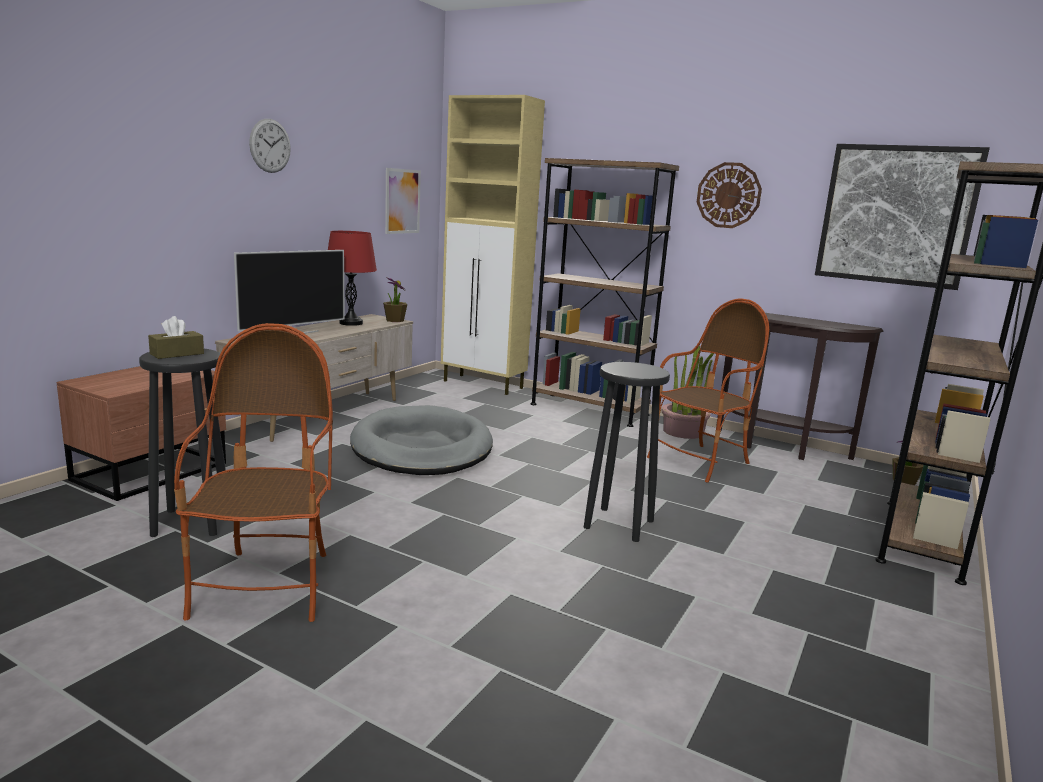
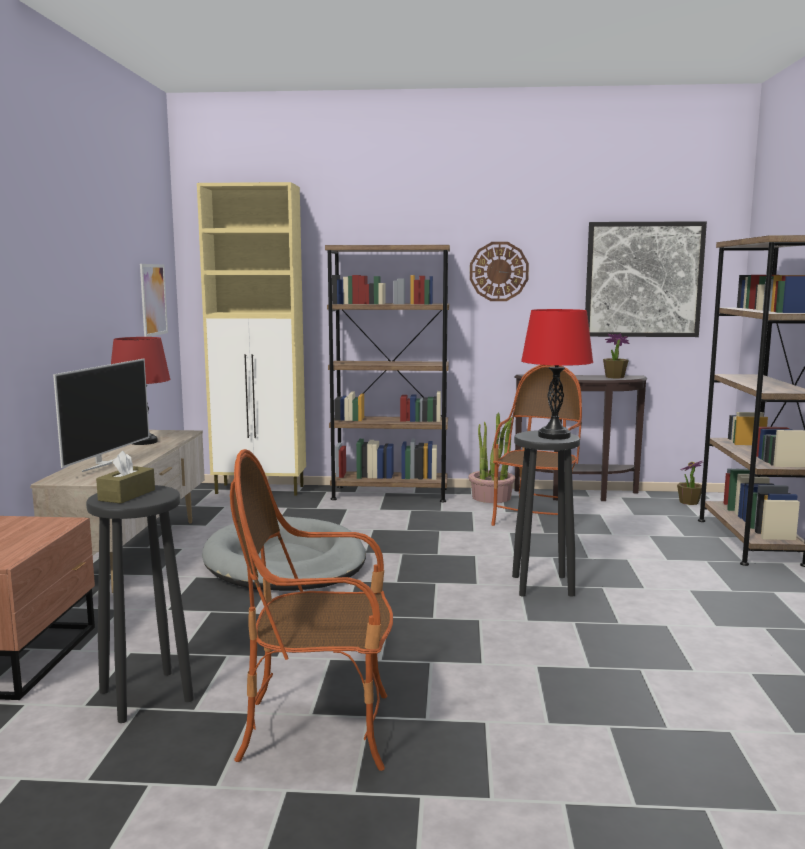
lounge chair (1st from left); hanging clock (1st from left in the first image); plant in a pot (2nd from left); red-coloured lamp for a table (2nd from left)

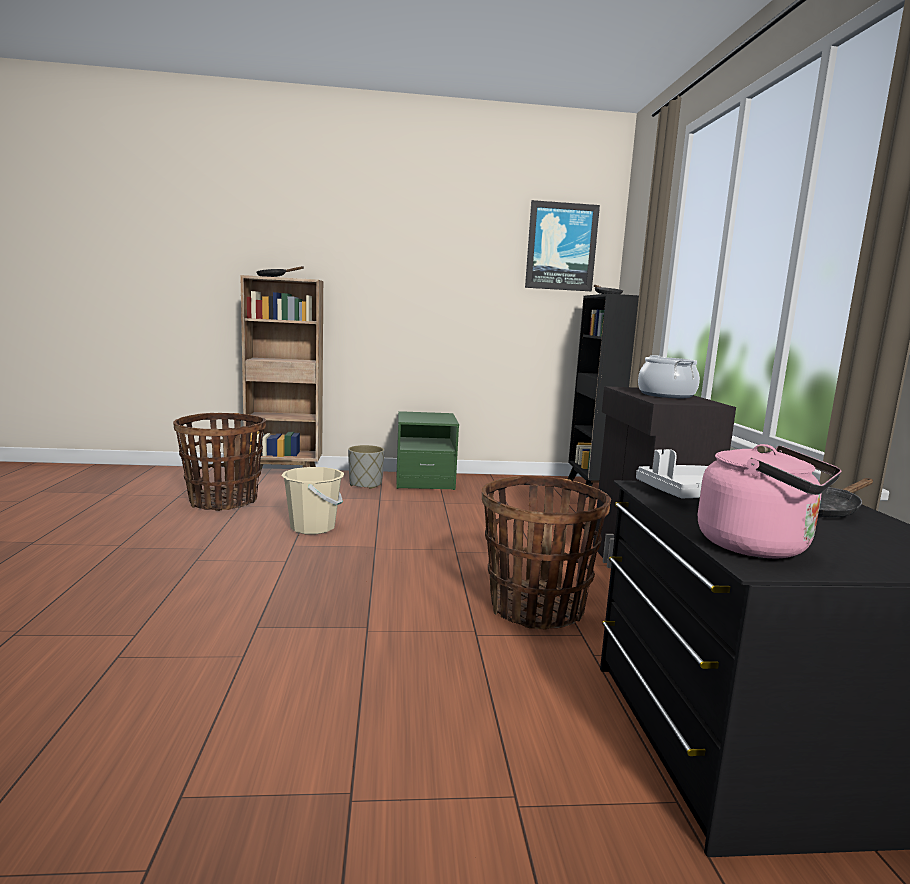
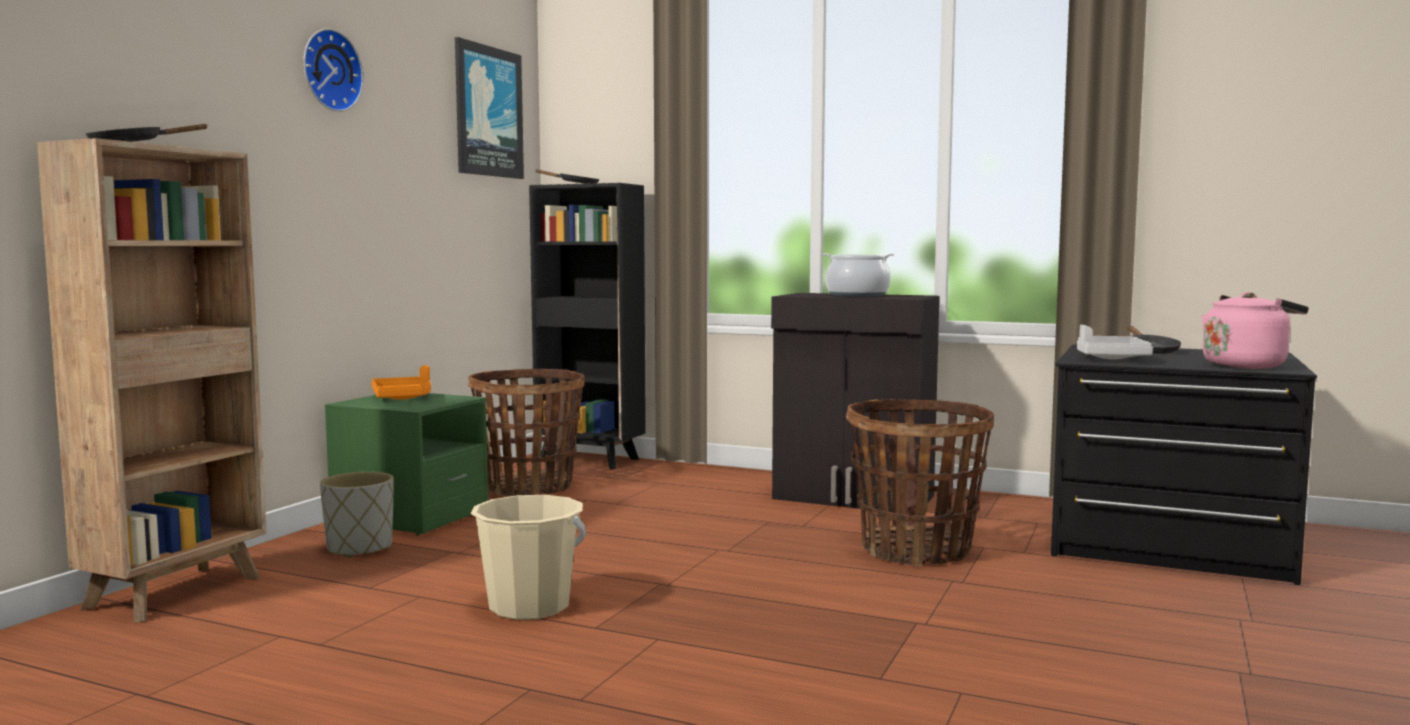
storage basket (1st from left); hanging clock; orange tray

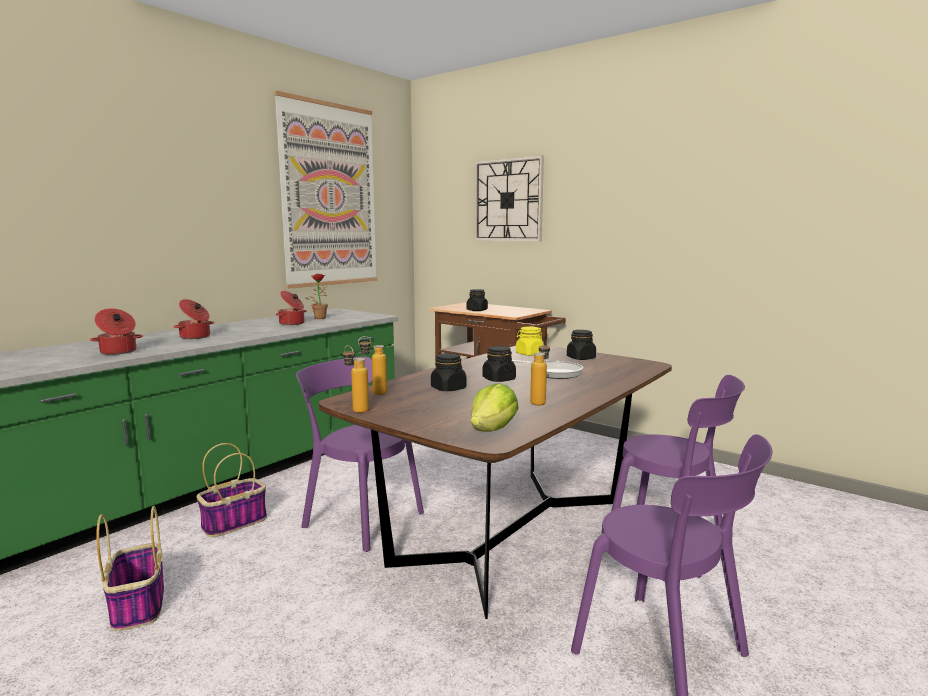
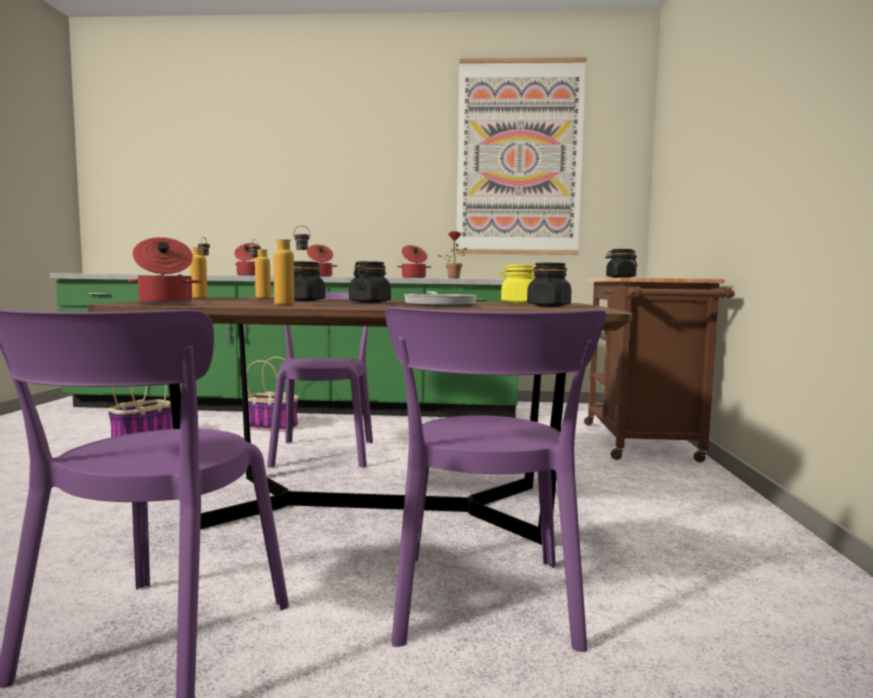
saucepot (1st from left); hanging clock

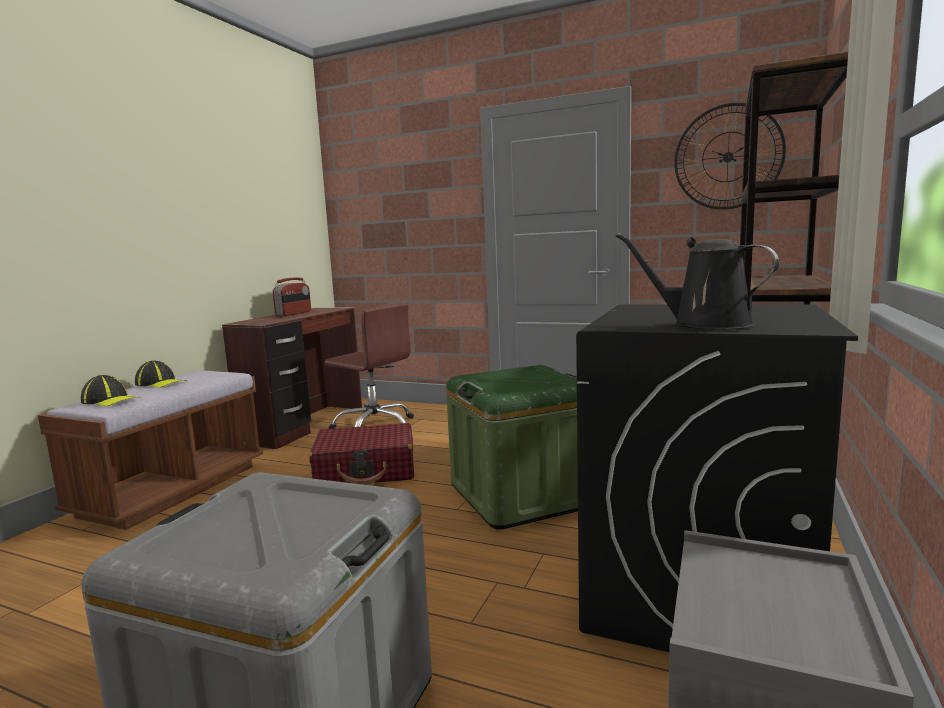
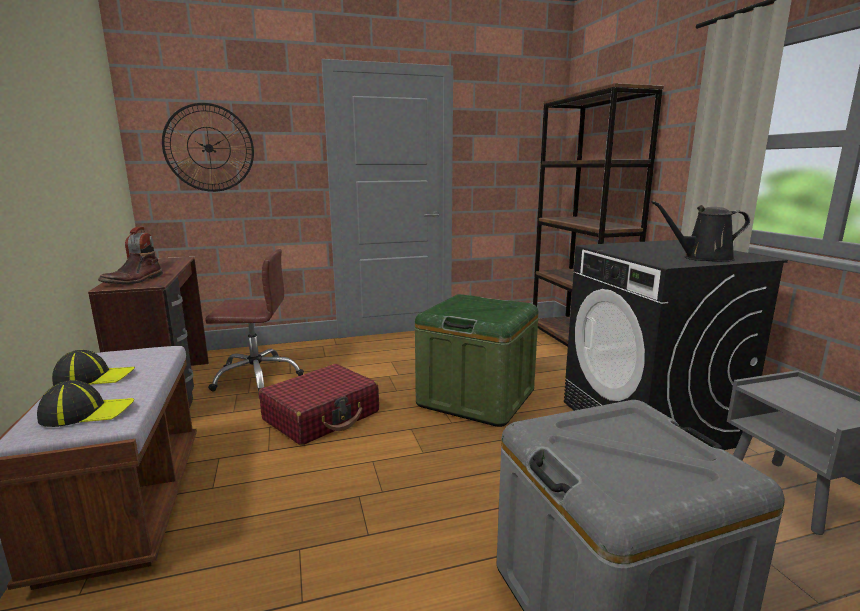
hanging clock; brown-coloured boot

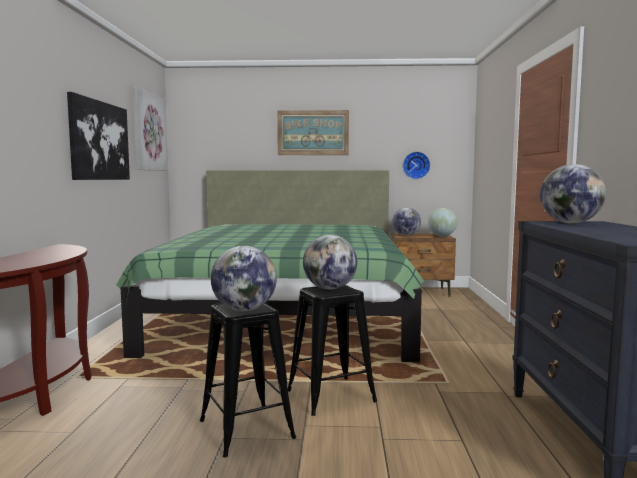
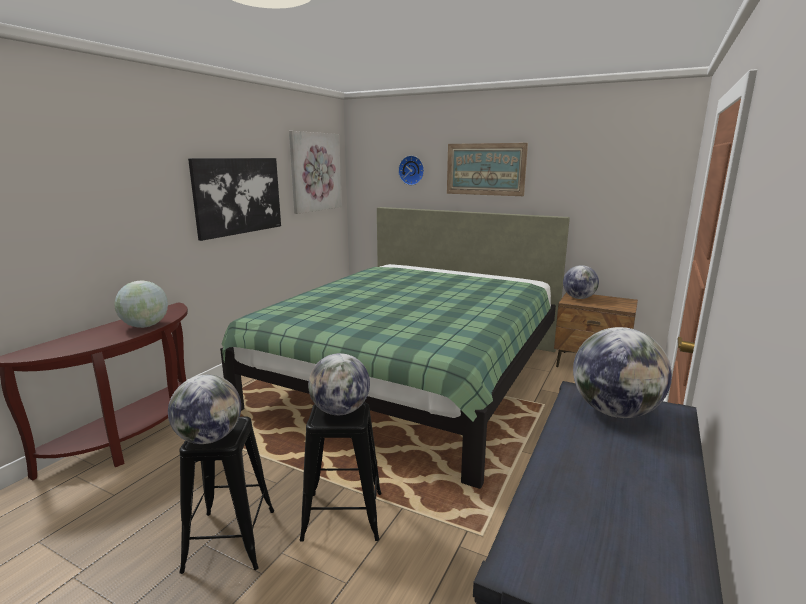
hanging clock; desk globe (1st from left)

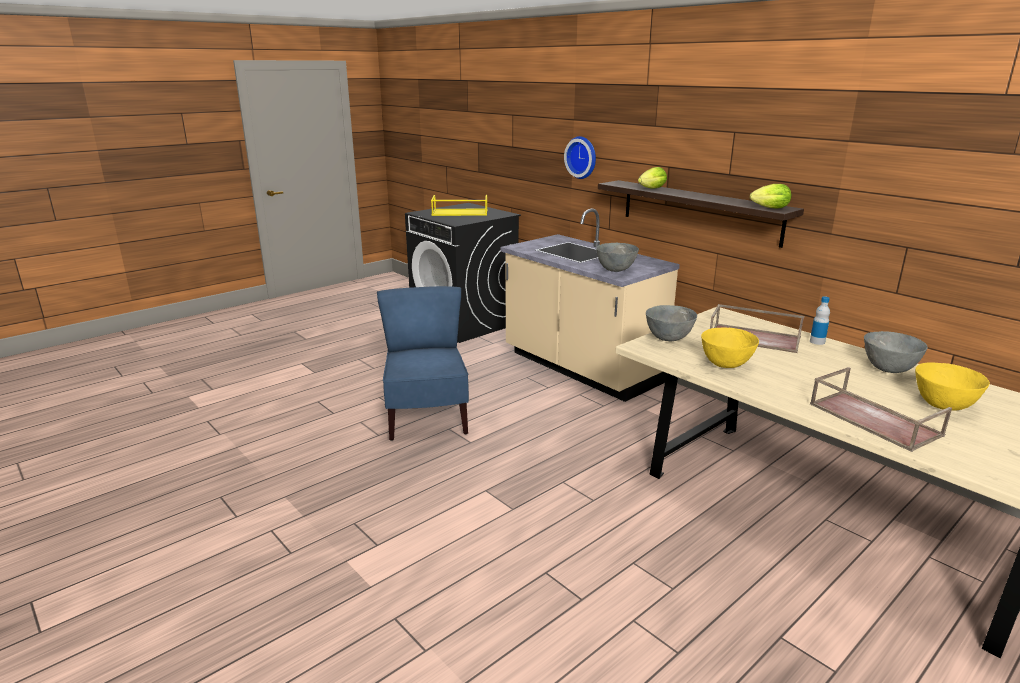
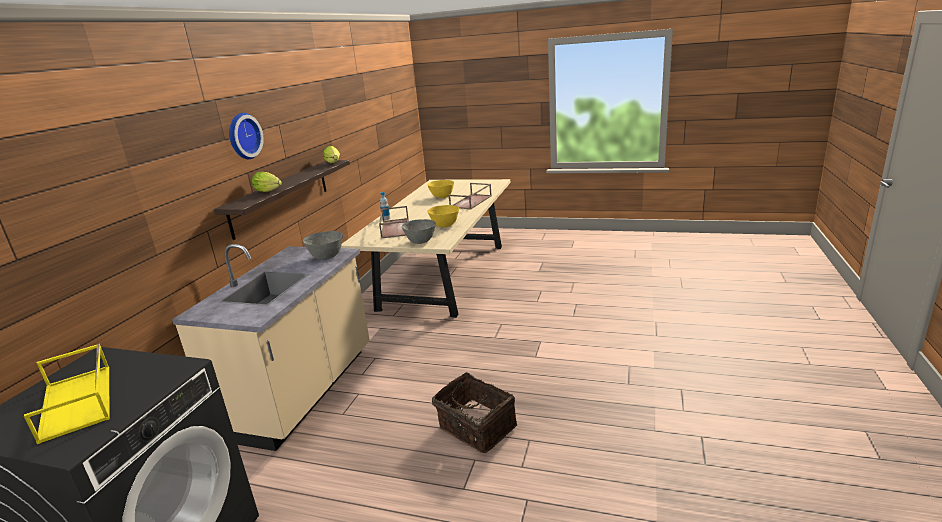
storage basket; hanging clock; gray bowl (3rd from left in the first image)

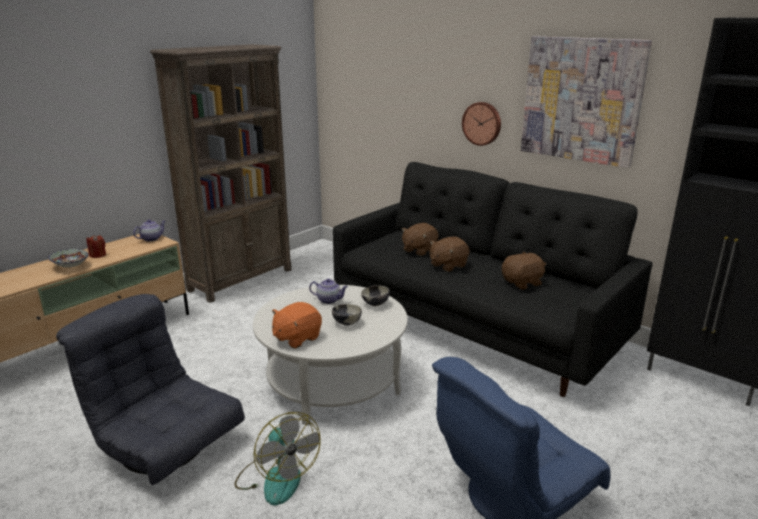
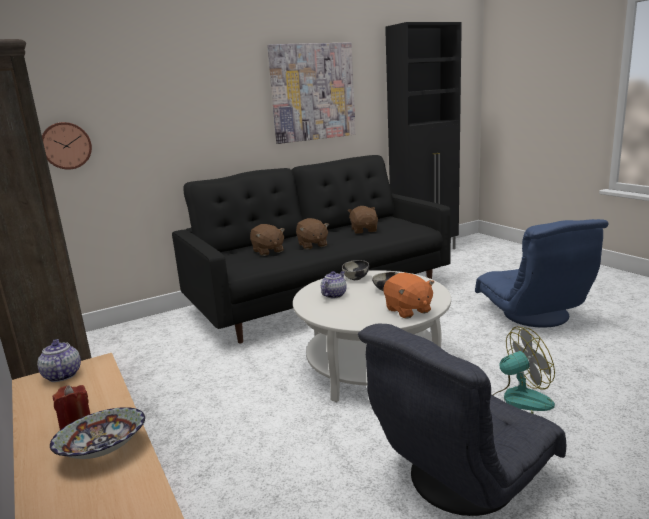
hanging clock

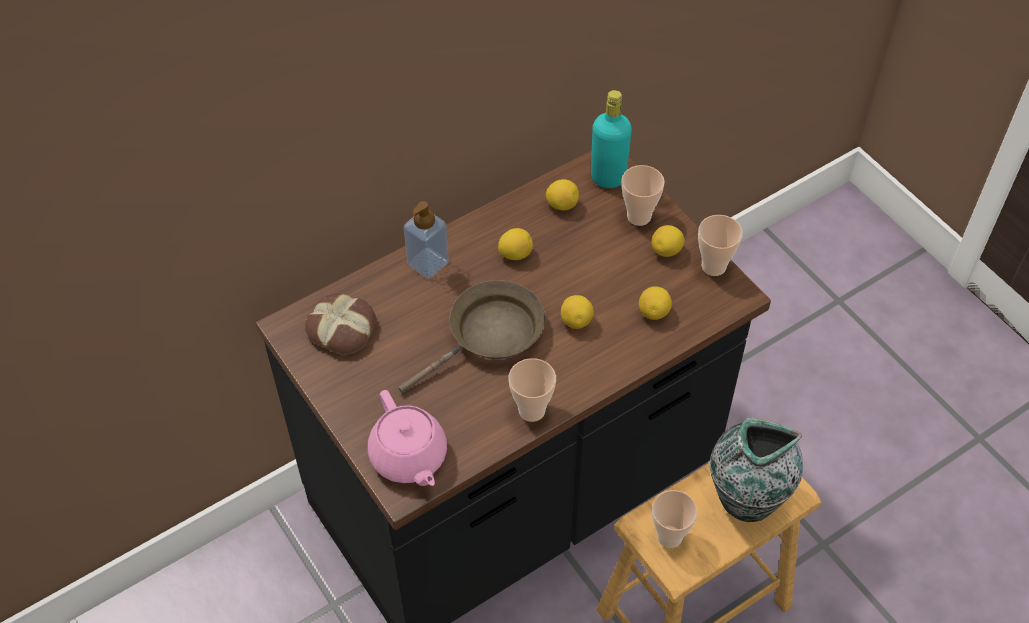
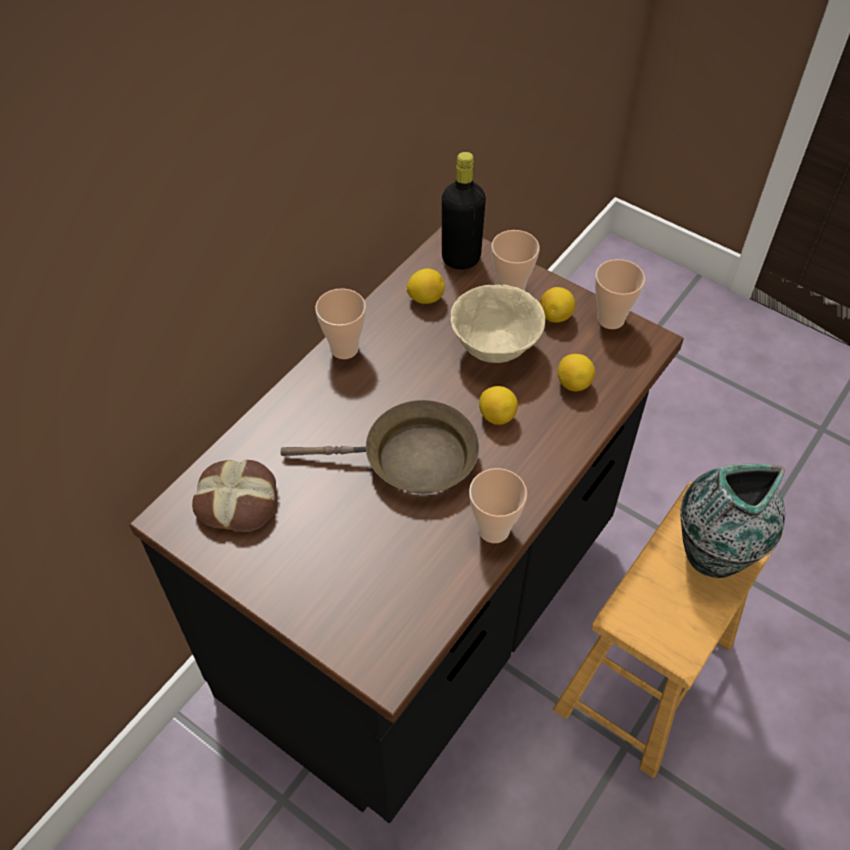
pinkish tea pot; brown-coloured pan; soap bottle; lemon (1st from left in the first image); black-coloured drink bottle; cup (1st from left); beige bowl

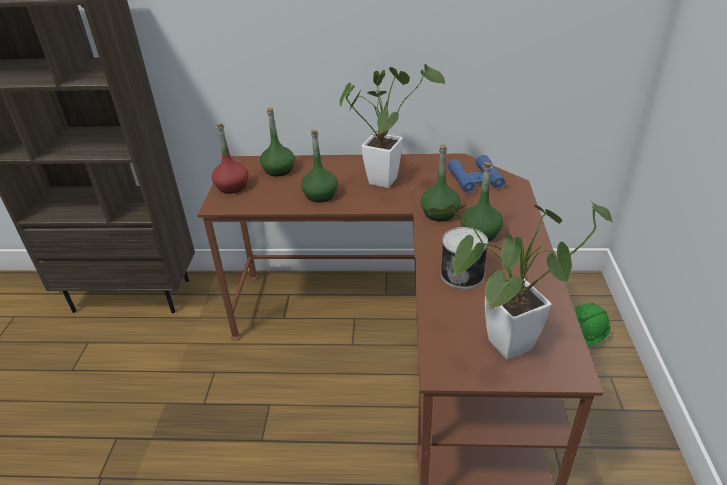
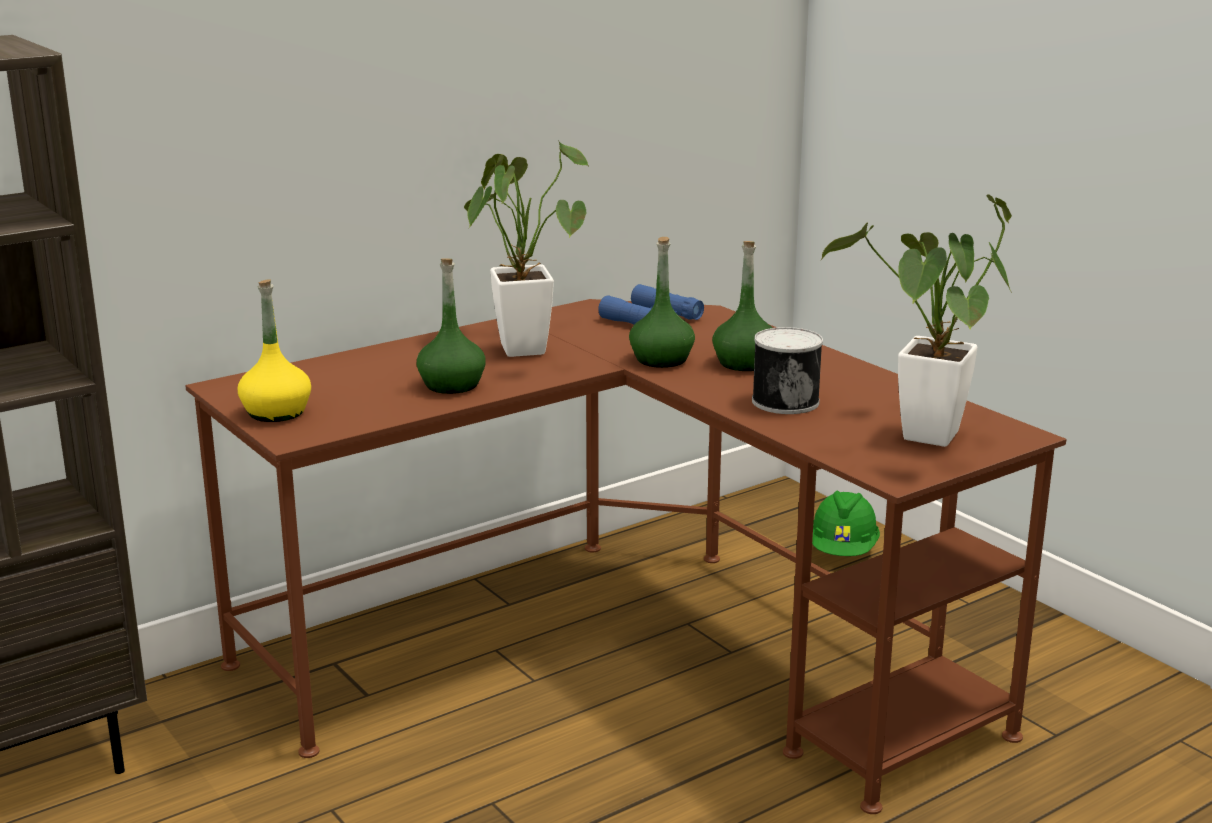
yellow-coloured drink bottle; greenish drink bottle (1st from left in the first image)

